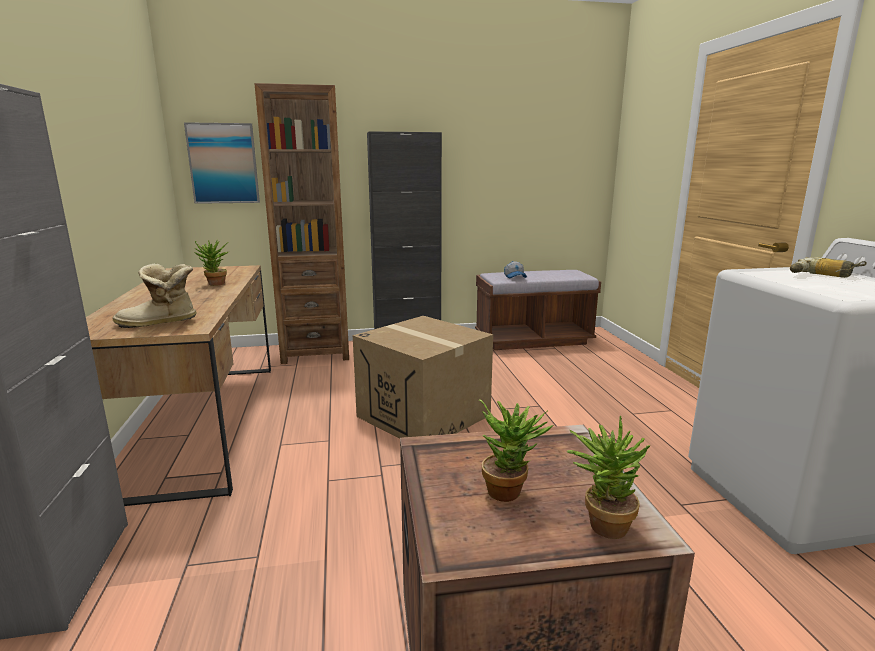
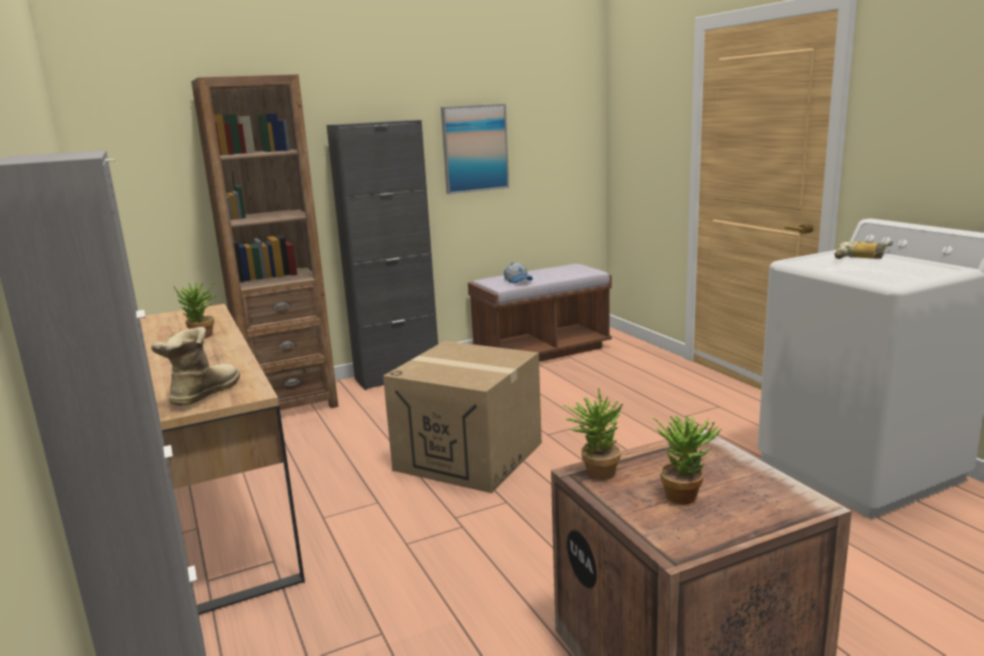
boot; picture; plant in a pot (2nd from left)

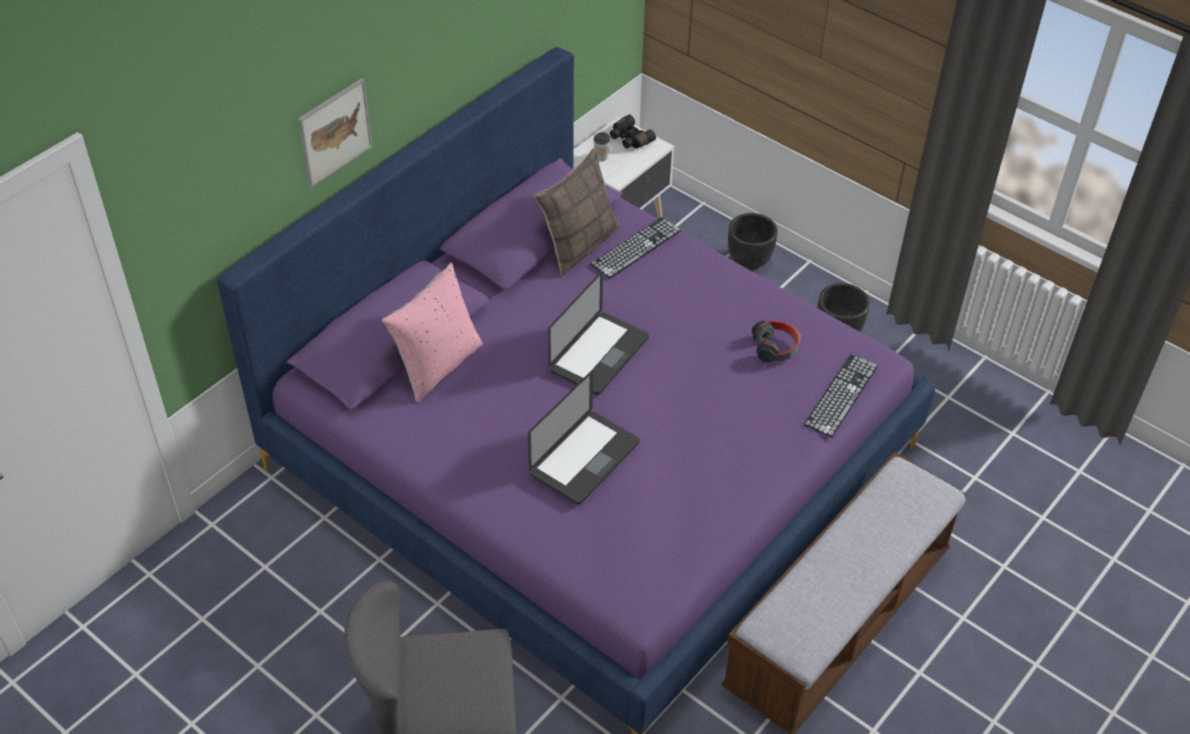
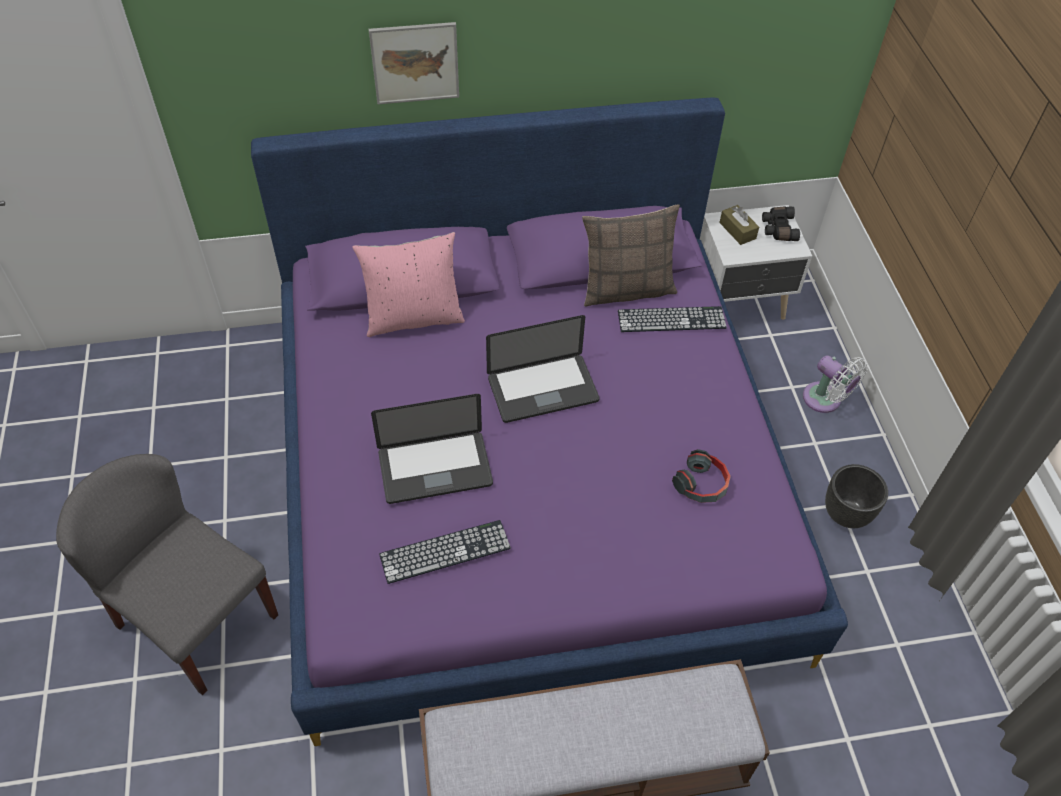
brown-coloured tissue box; whitish fan; computer keyboard (1st from left)

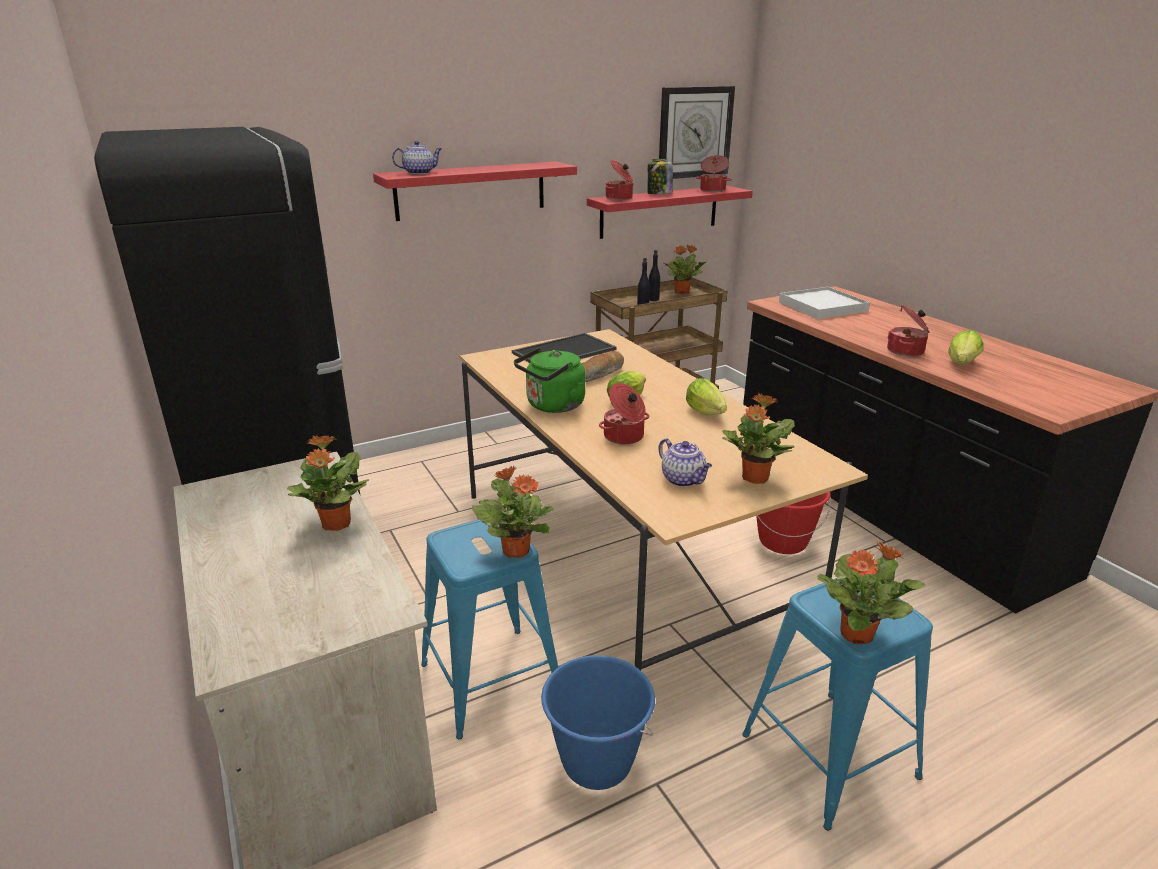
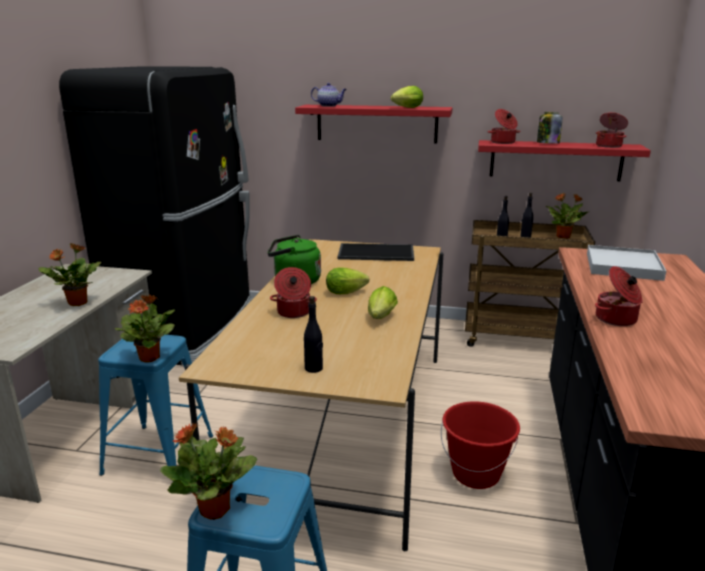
blue water bucket; baked bread; hanging clock; tea pot (2nd from left in the first image); black-coloured drink bottle (1st from left); lettuce head (3rd from left)

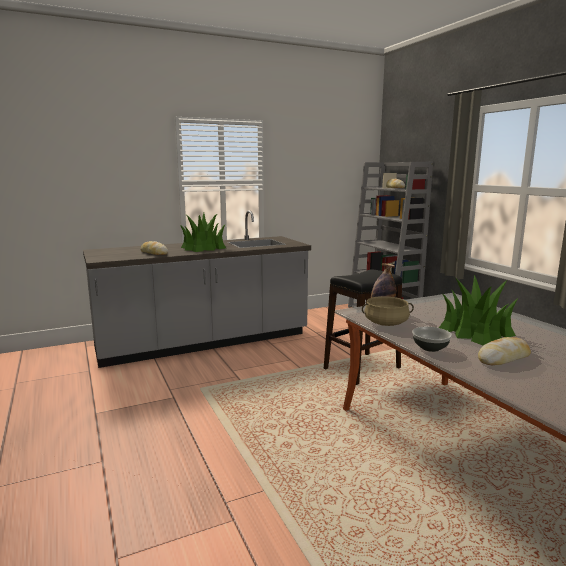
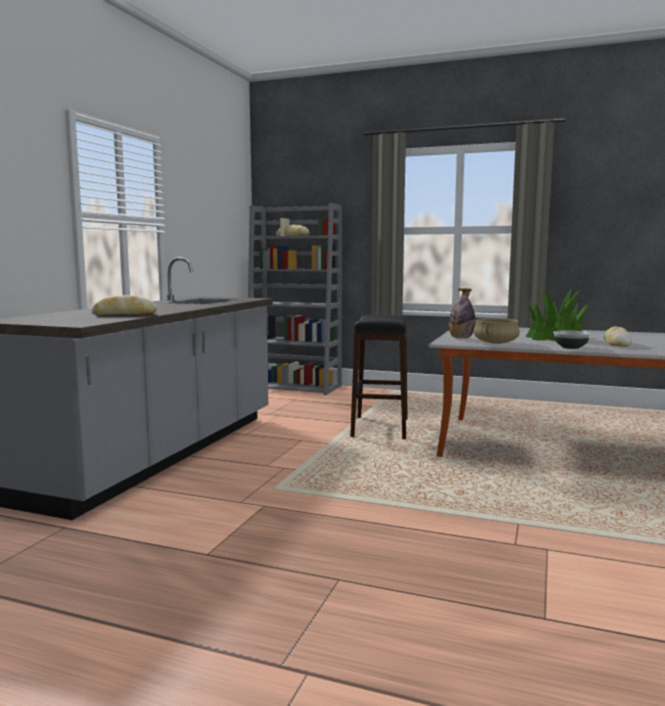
plant in a pot (1st from left in the first image)

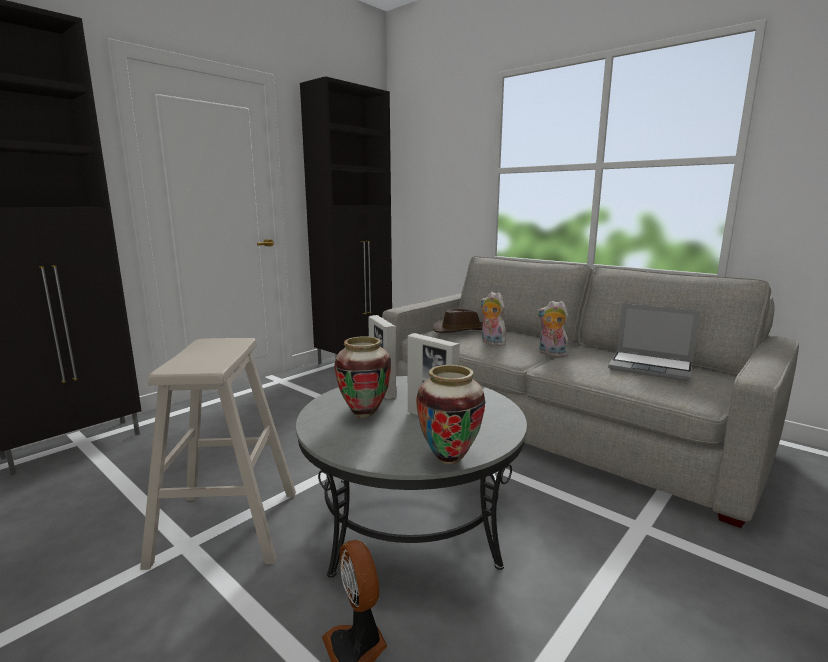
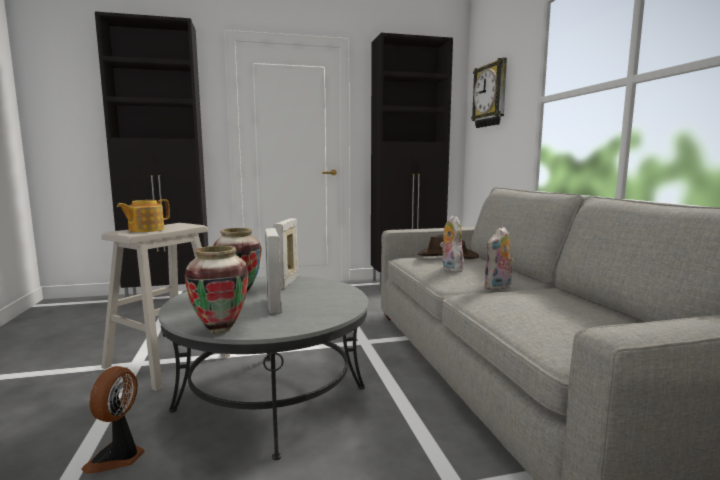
soft toy (2nd from left); portable computer; tea pot; hanging clock

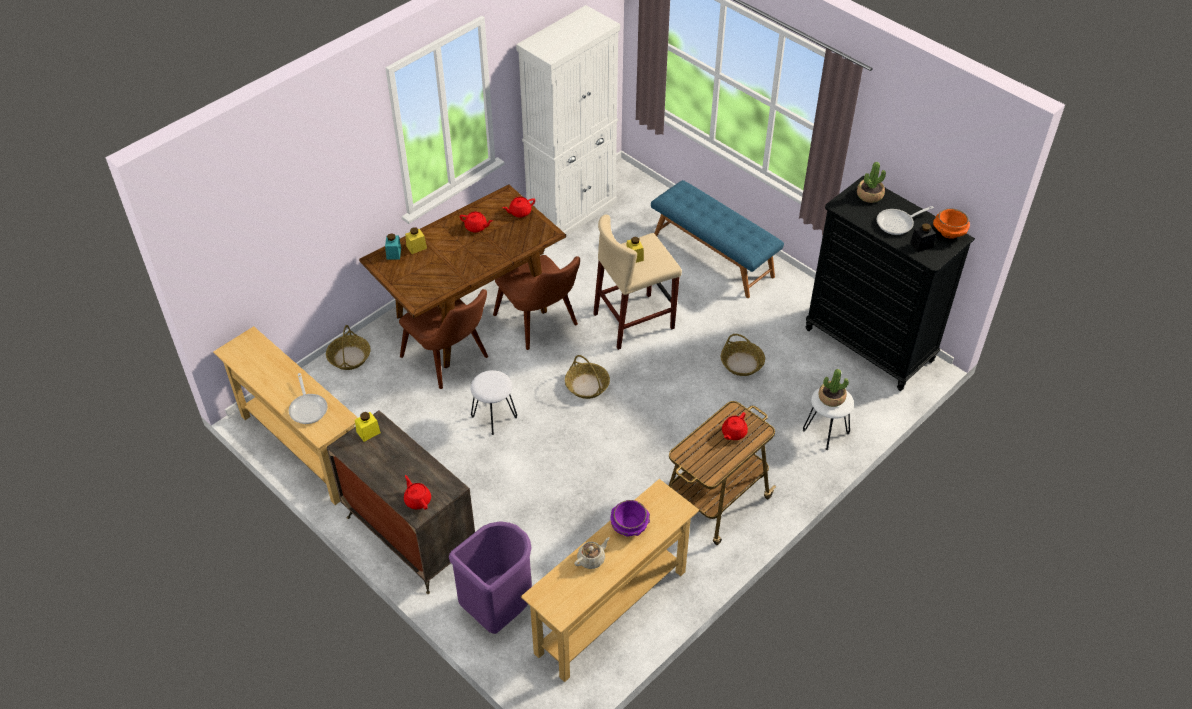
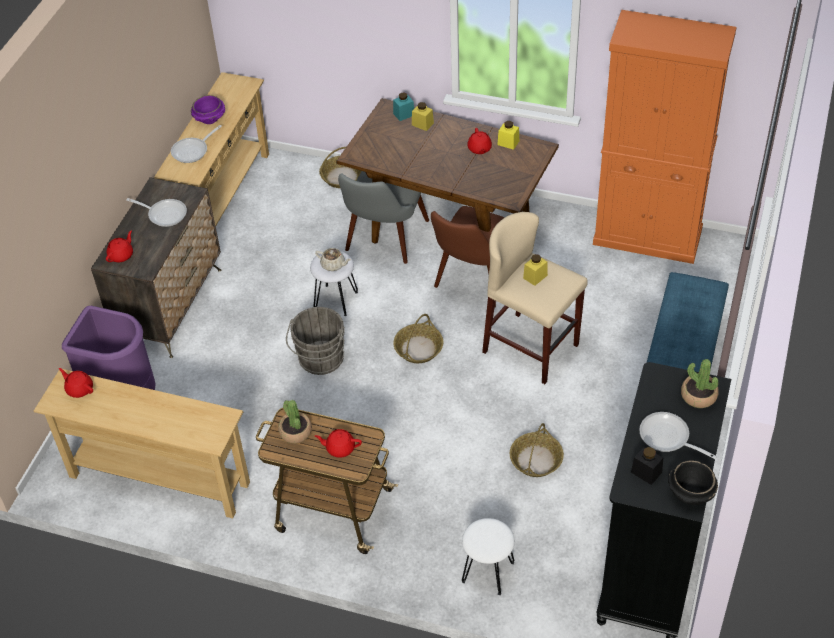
yellow-coloured jar (2nd from left); gray upright chair; red-coloured tea pot (1st from left); orange cabinet; beige tea pot; purple-coloured bowl; plant in a pot (1st from left); black-coloured bowl; pan (1st from left); gray water bucket

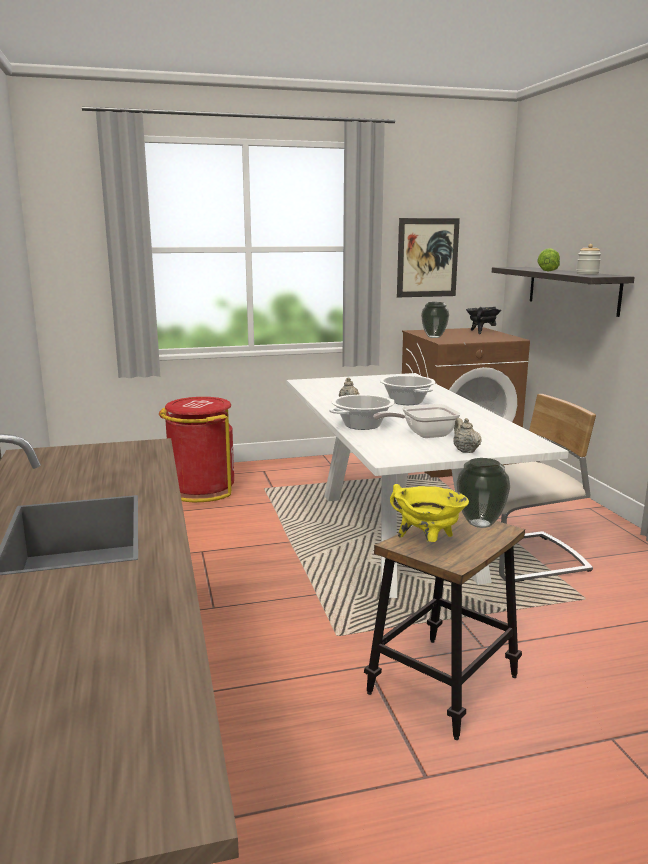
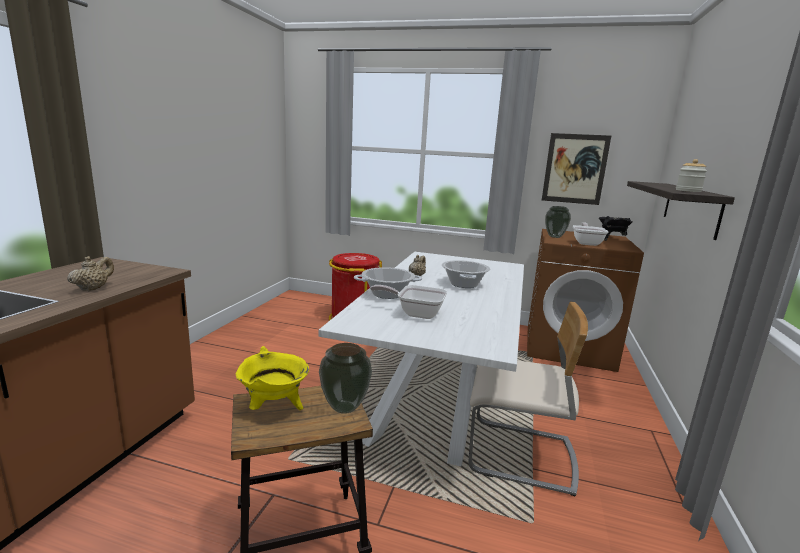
beige tea pot (1st from left); lettuce head; pan (2nd from left)

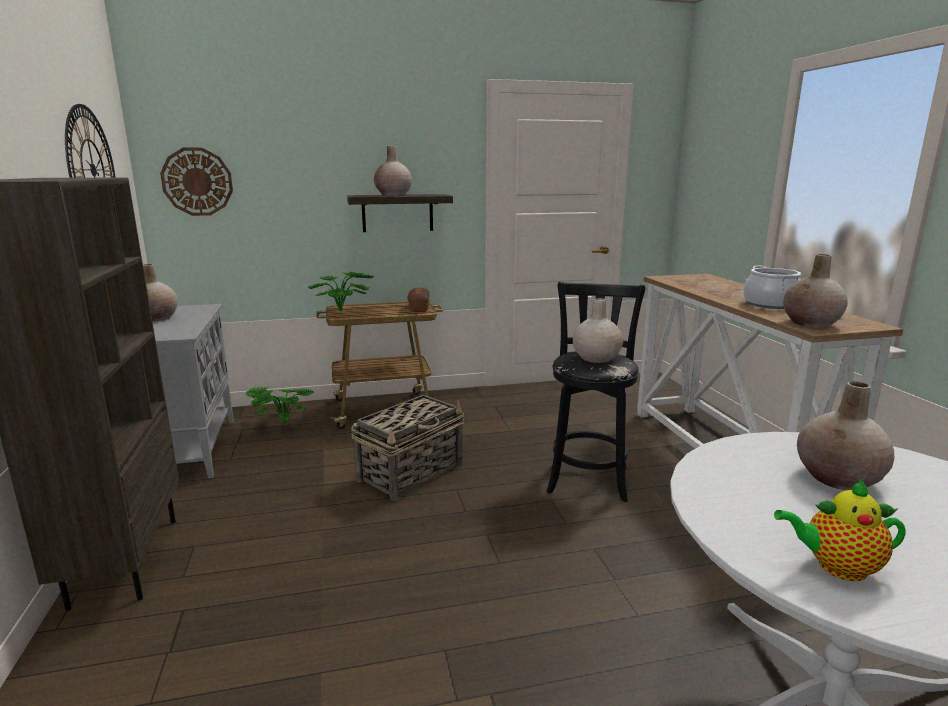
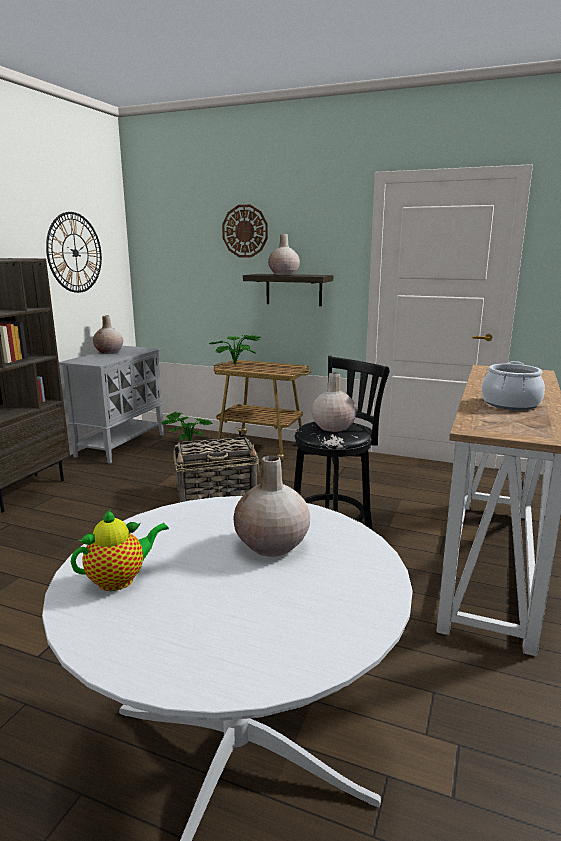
hanging clock (2nd from left); baked bread; tea pot; beige flower vase (4th from left in the first image)

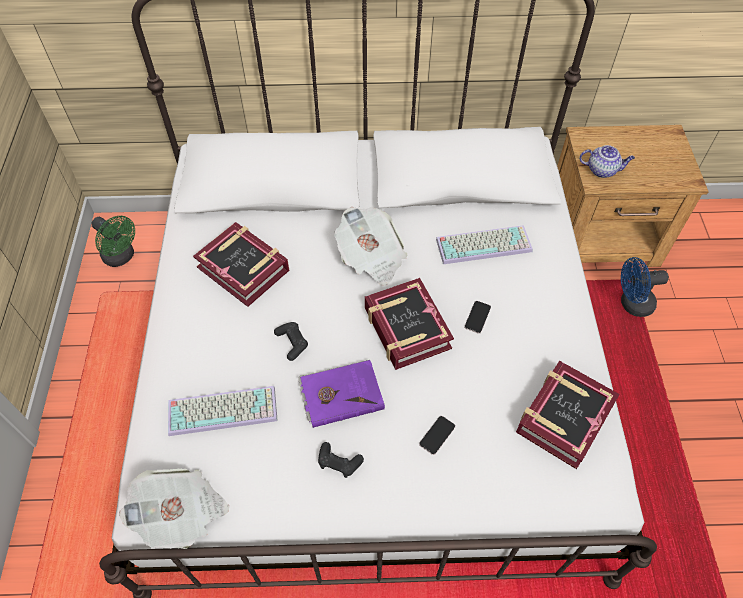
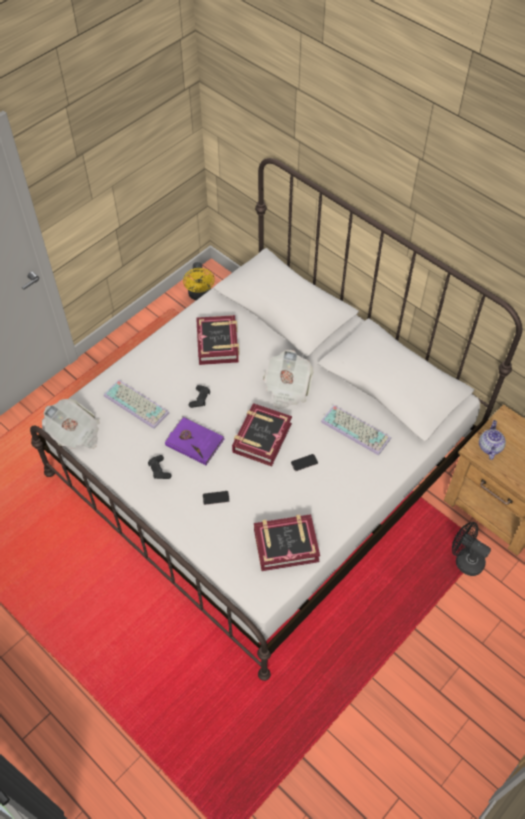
yellow-coloured fan; tea pot; black-coloured fan

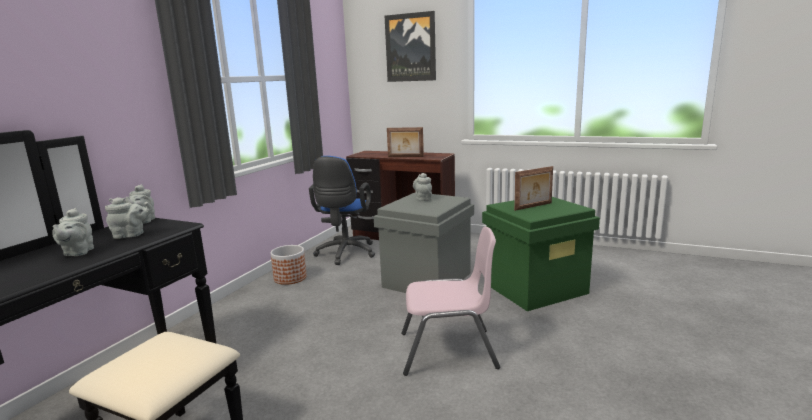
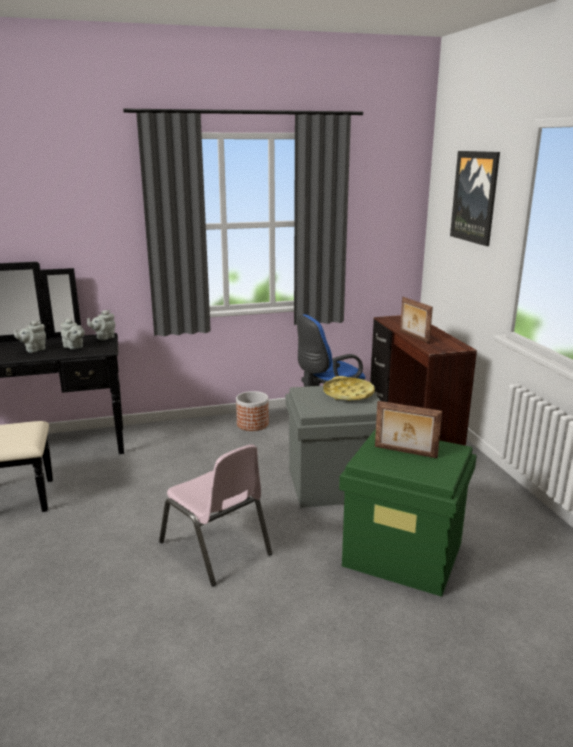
yellow-coloured tray

